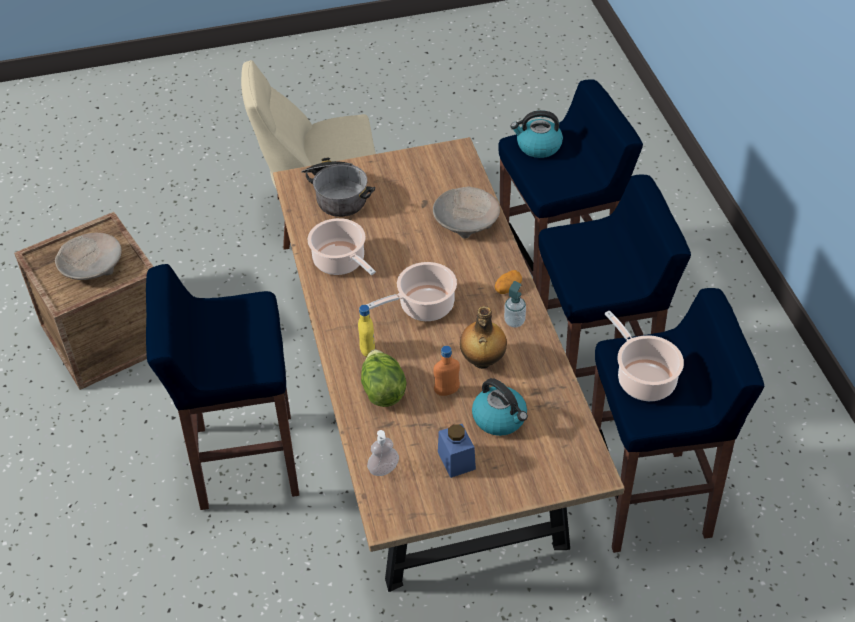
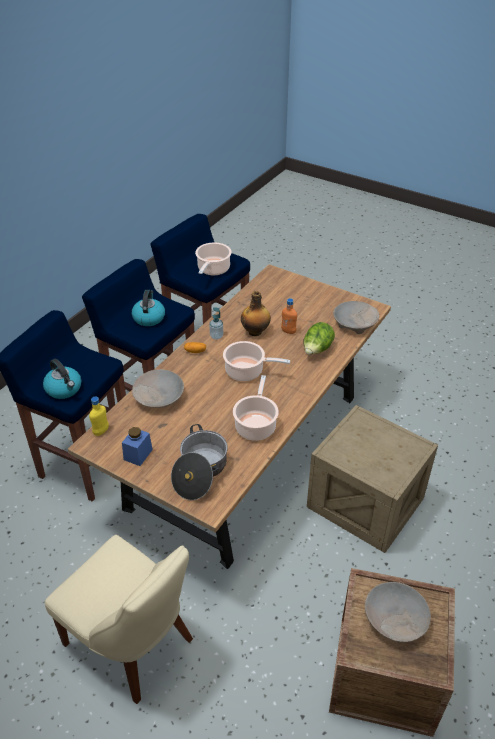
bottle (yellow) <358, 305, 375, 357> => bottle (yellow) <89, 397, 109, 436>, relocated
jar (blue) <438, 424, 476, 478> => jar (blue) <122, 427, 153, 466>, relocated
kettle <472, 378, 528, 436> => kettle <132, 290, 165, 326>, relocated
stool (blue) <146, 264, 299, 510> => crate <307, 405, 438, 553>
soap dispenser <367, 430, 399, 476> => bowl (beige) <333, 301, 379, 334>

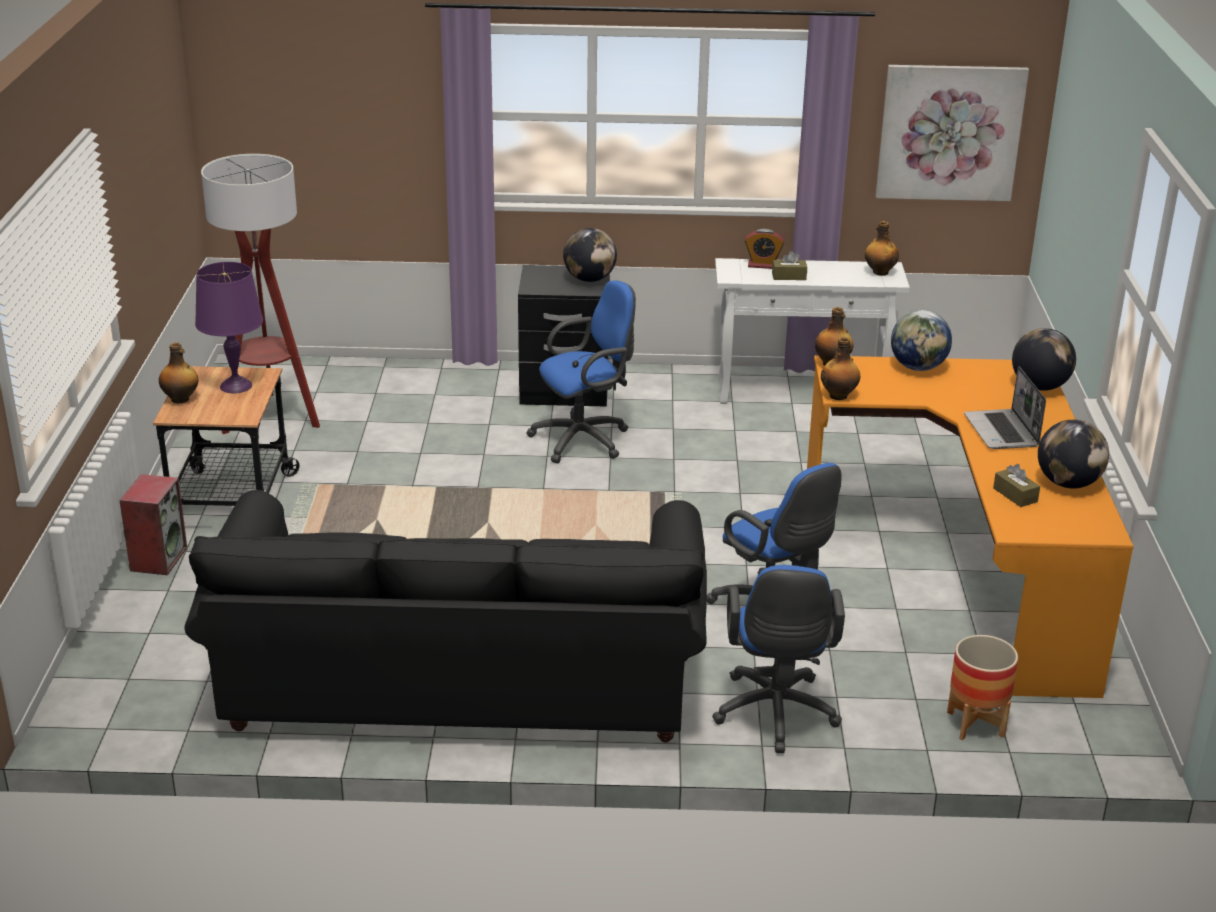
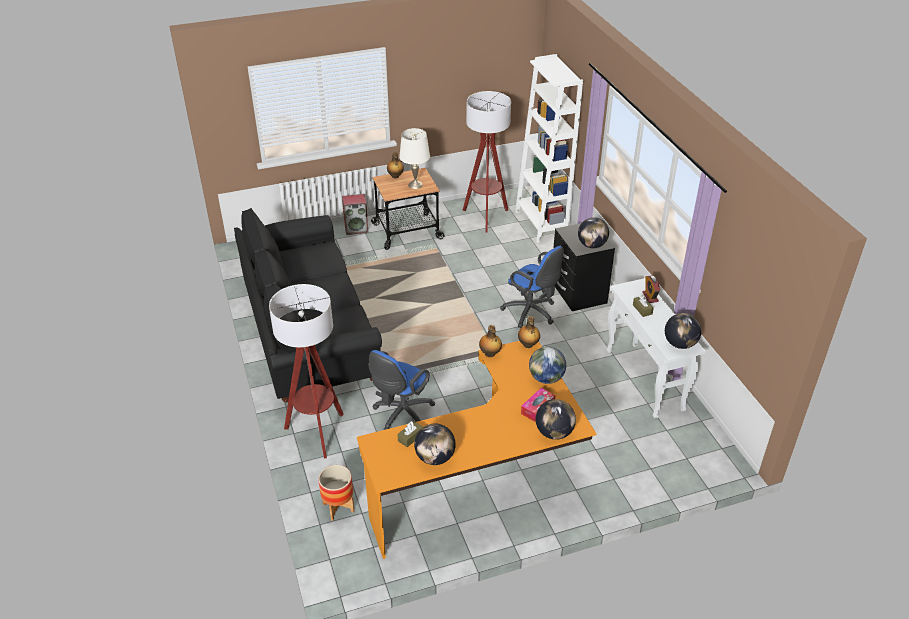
picture <876, 65, 1029, 201> => nothing
laptop <964, 366, 1046, 449> => nothing
nothing => bookcase (white) <515, 54, 583, 243>
nothing => tissue box <521, 388, 556, 422>
office chair (blue) <712, 565, 845, 753> => floor lamp <269, 284, 344, 459>
bottle <865, 221, 899, 276> => globe <665, 313, 702, 349>
table lamp (purple) <195, 262, 263, 393> => table lamp (white) <399, 128, 430, 189>

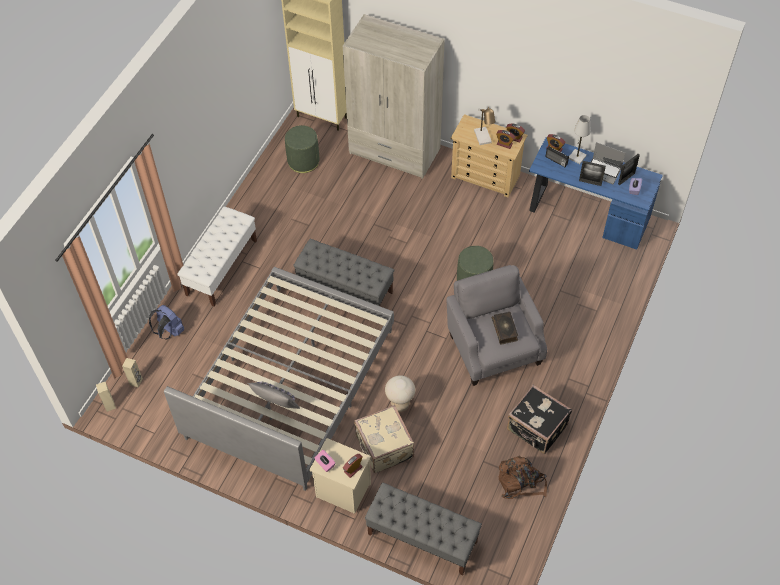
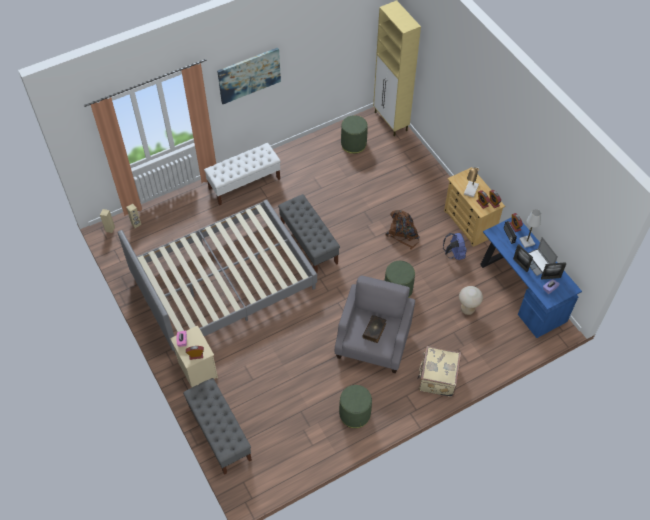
pillow (grey) <247, 381, 300, 409> => nothing
wardrobe (beige) <343, 14, 445, 179> => nothing
nothing => picture <217, 47, 281, 104>
backpack (blue) <149, 305, 184, 339> => backpack (blue) <443, 233, 467, 260>, relocated
suitcase (beige) <354, 405, 414, 473> => suitcase (beige) <417, 346, 461, 397>, relocated
stool (beige) <385, 375, 416, 412> => stool (beige) <459, 286, 483, 315>, relocated
backpack (brown) <499, 456, 547, 499> => backpack (brown) <385, 210, 420, 250>, relocated
suitcase (black) <507, 385, 572, 454> => ottoman (green) <339, 385, 372, 428>

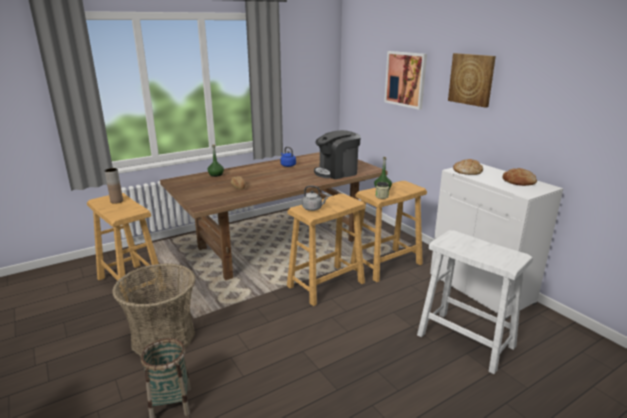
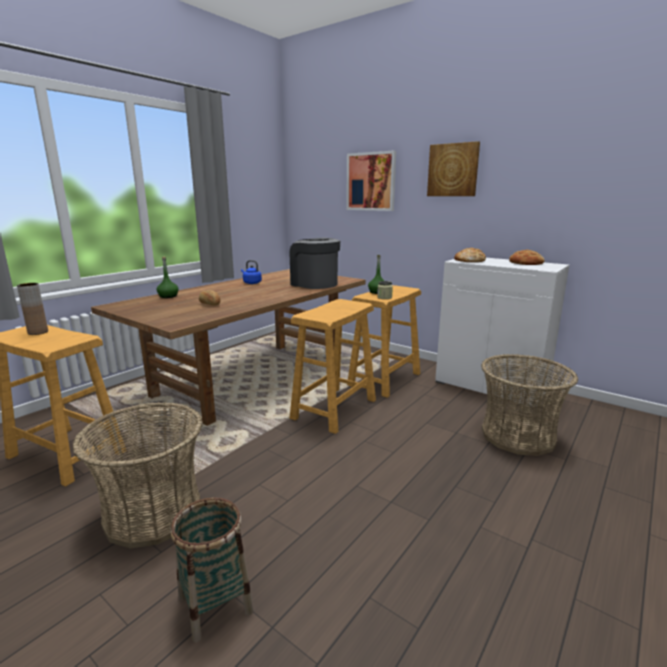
kettle (grey) <302, 186, 328, 211> => nothing
stool (white) <417, 230, 533, 374> => basket <481, 354, 578, 456>
coffee machine <314, 130, 361, 179> => coffee machine <289, 238, 340, 289>, 90 degrees clockwise

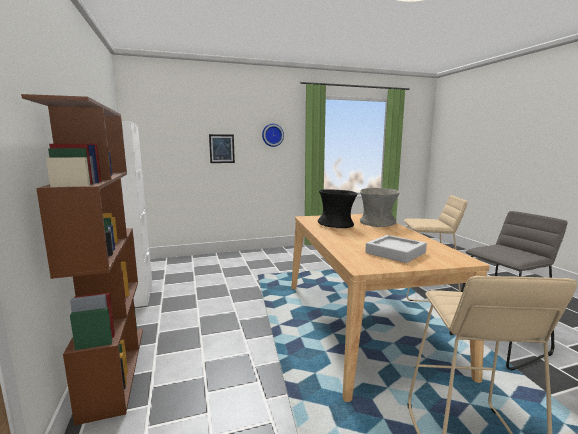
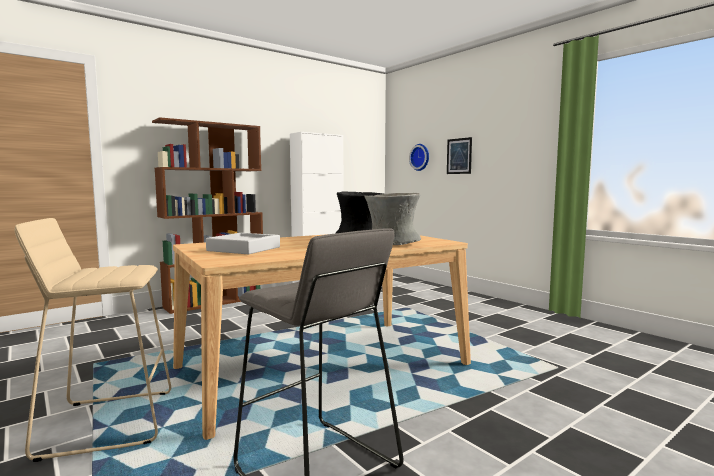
stool (beige) <404, 195, 467, 302> => nothing
wall clock <262, 124, 284, 147> => wall clock <409, 144, 429, 171>, relocated

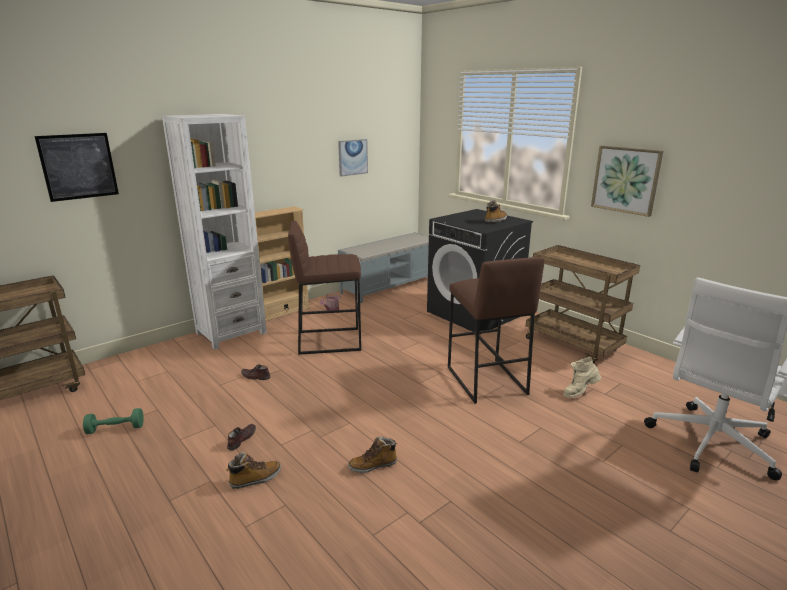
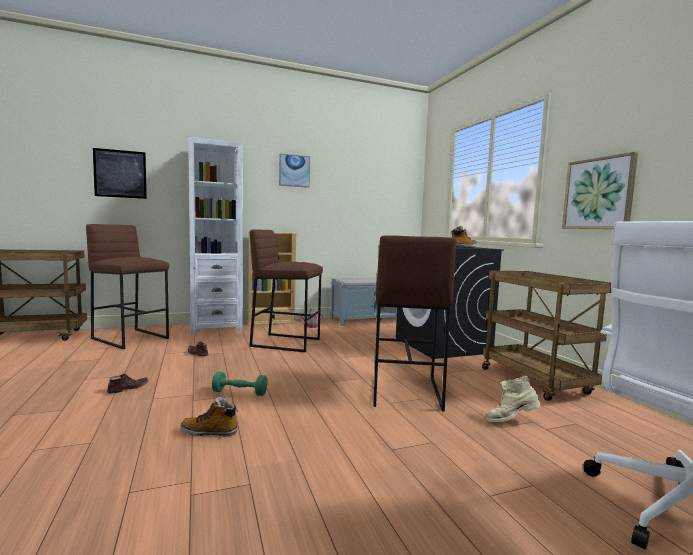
boot <226, 452, 281, 489> => nothing
nothing => stool (brown) <86, 224, 169, 349>
dumbbell (green) <83, 408, 144, 434> => dumbbell (green) <212, 371, 267, 396>, relocated
picture <338, 139, 368, 177> => picture <279, 154, 310, 188>, relocated

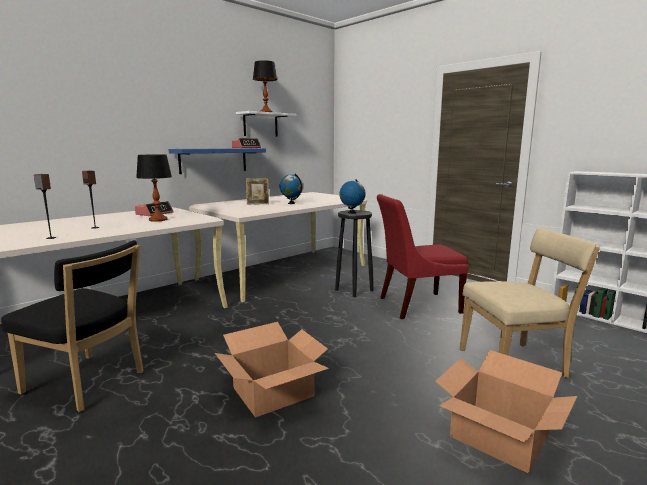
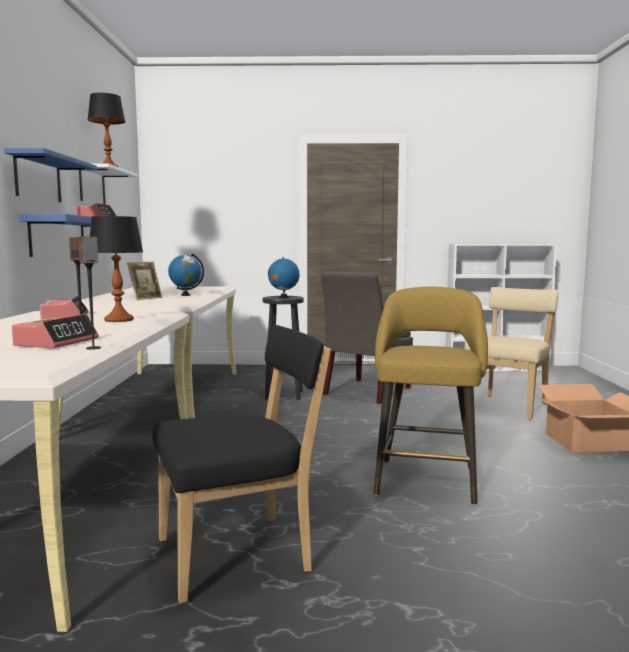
nothing => shelf (blue) <4, 148, 97, 202>
nothing => alarm clock <12, 314, 99, 348>
cardboard box <215, 322, 329, 417> => stool (yellow) <374, 286, 488, 505>
chair (red) <377, 194, 469, 319> => chair (grey) <321, 271, 413, 404>

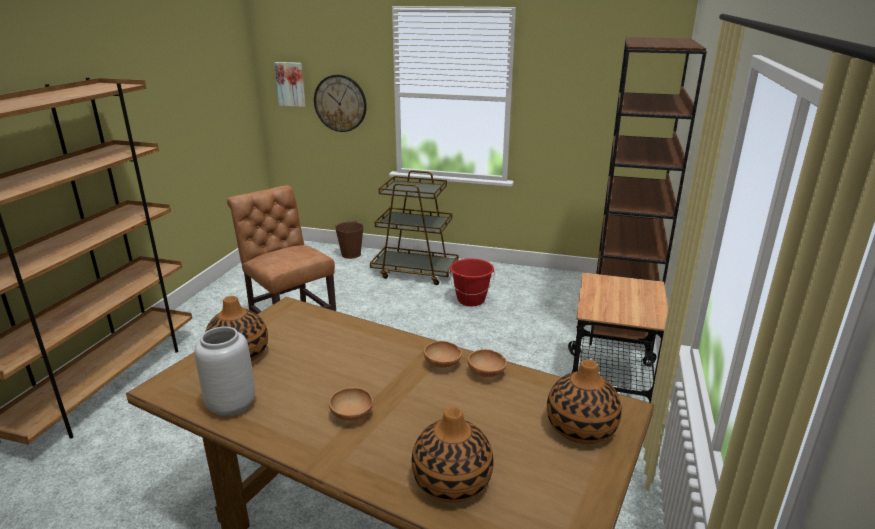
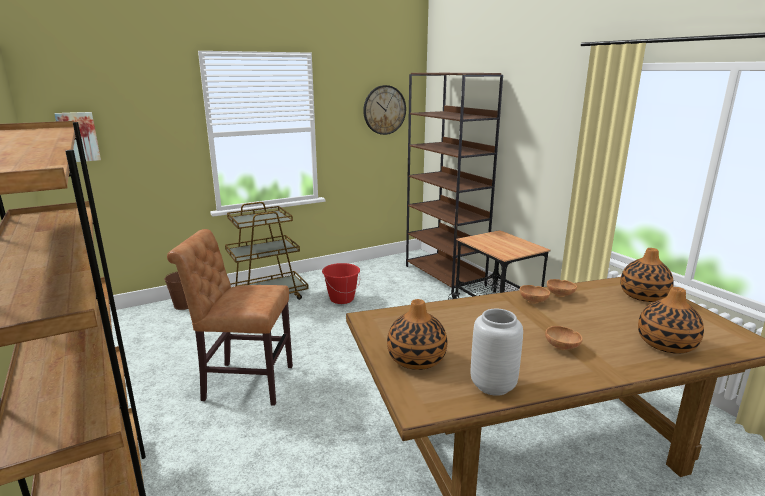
wall clock <314, 75, 367, 132> => wall clock <363, 85, 406, 135>, relocated

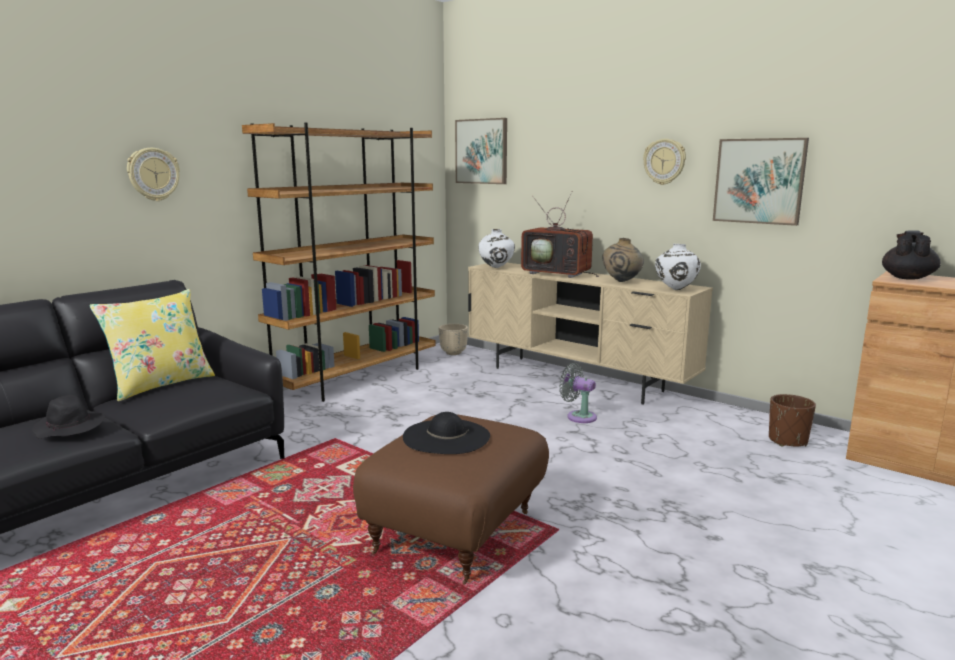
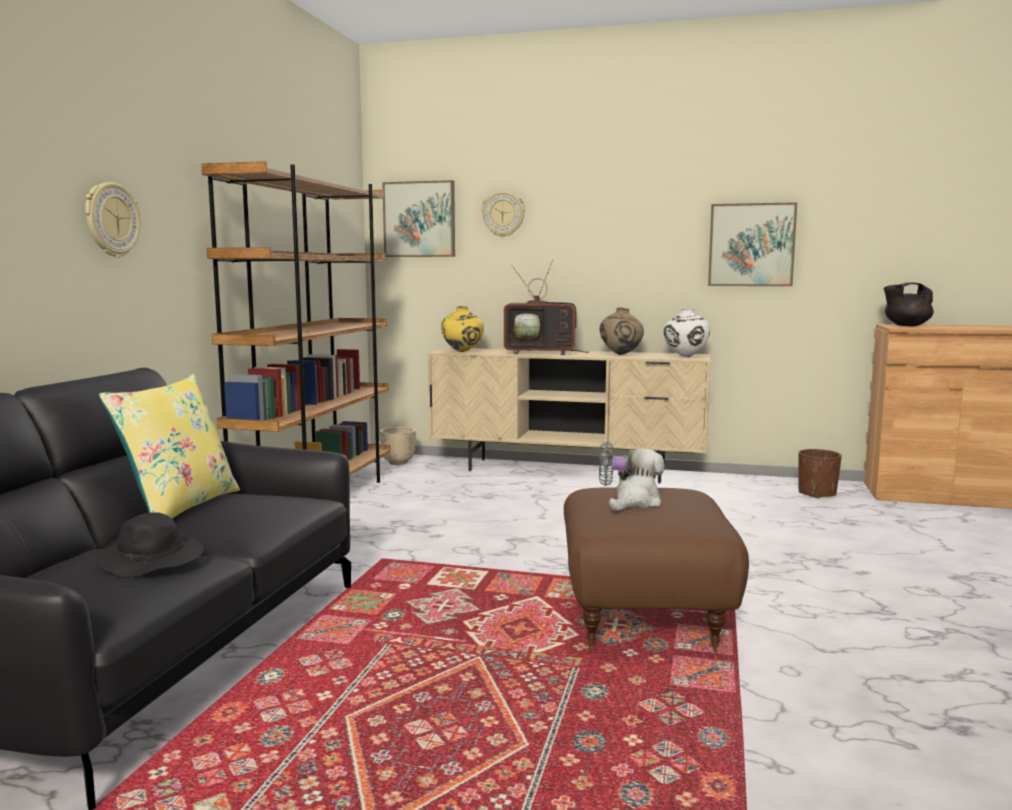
wall clock <643, 139, 686, 185> => wall clock <482, 191, 525, 237>, relocated
hat (black) <403, 412, 490, 454> => plush toy <609, 448, 664, 510>
vase (white) <479, 229, 515, 268> => vase (yellow) <441, 306, 484, 352>
teapot (black) <882, 230, 941, 280> => teapot (black) <884, 282, 934, 326>, 90 degrees counterclockwise

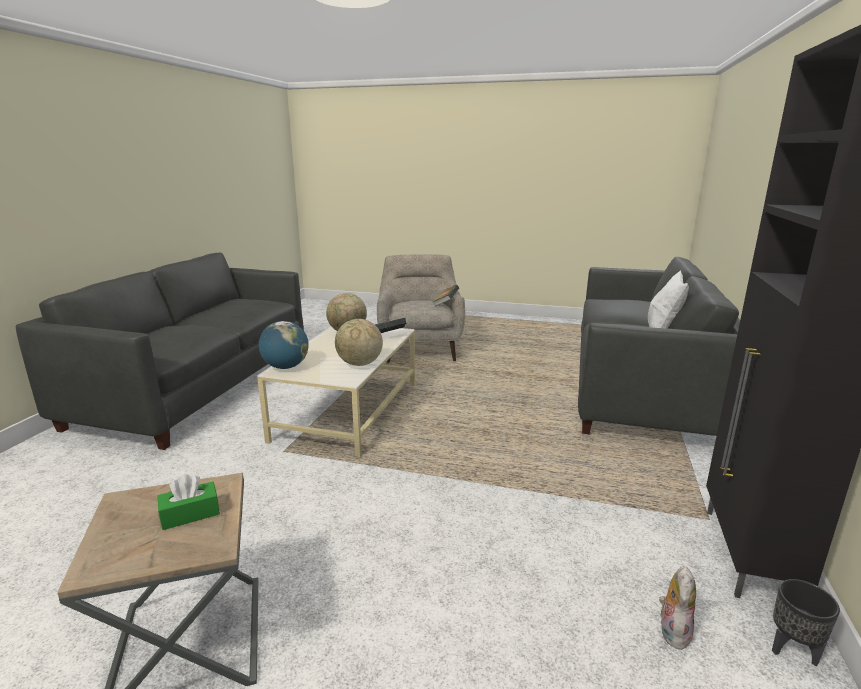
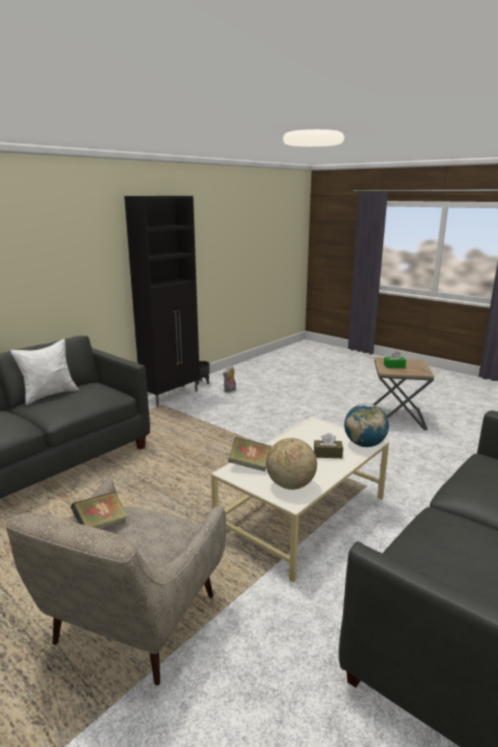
globe <335, 319, 383, 366> => nothing
nothing => tissue box (brown) <314, 433, 343, 458>

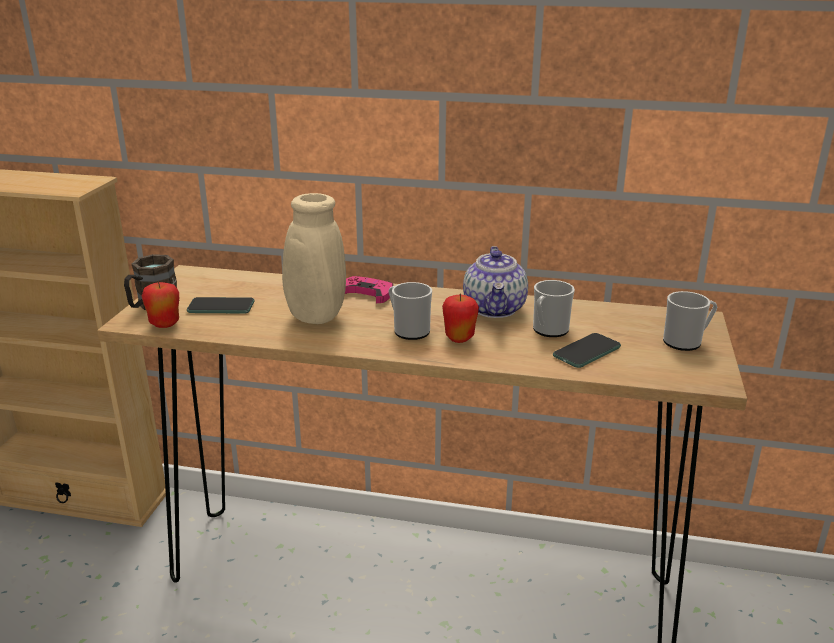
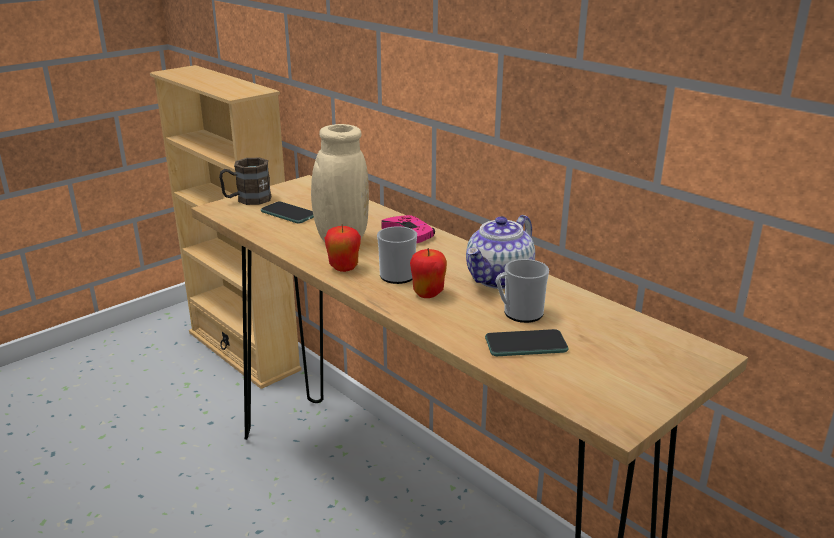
mug <663, 291, 717, 351> => nothing
apple <142, 281, 179, 328> => apple <325, 225, 361, 272>, relocated

